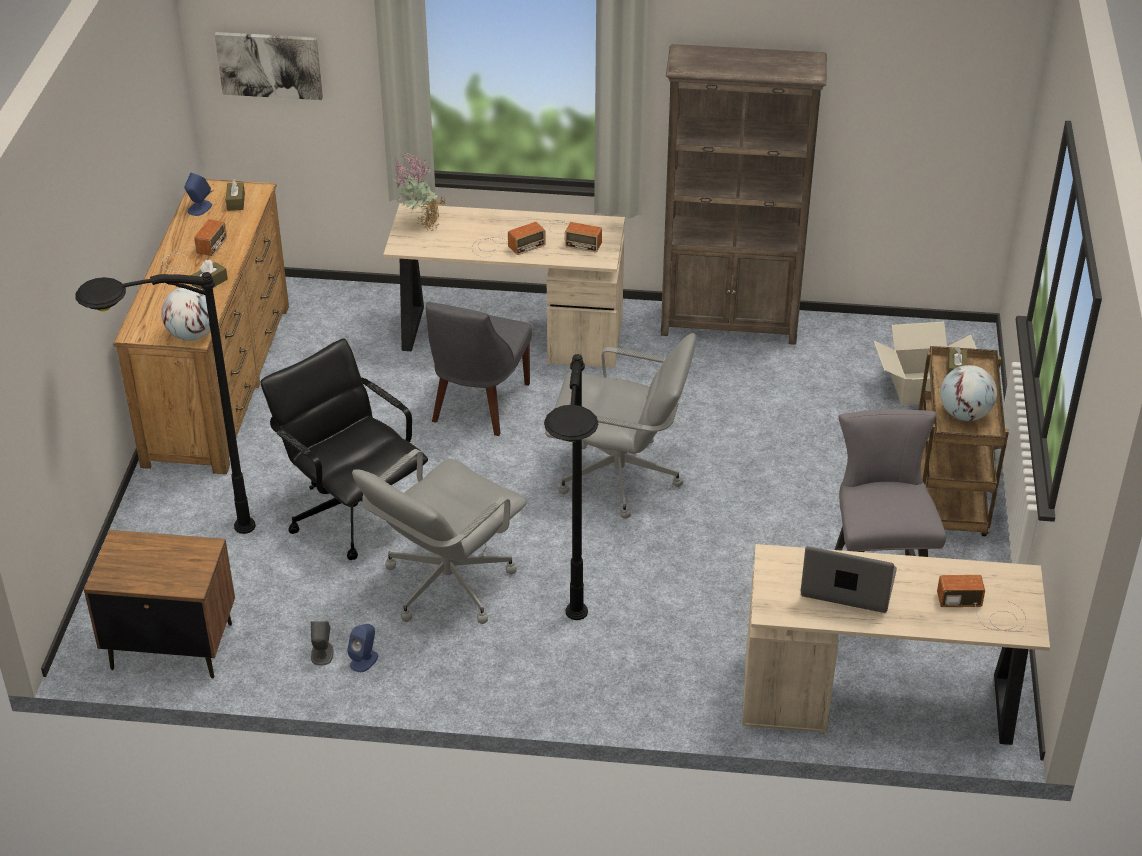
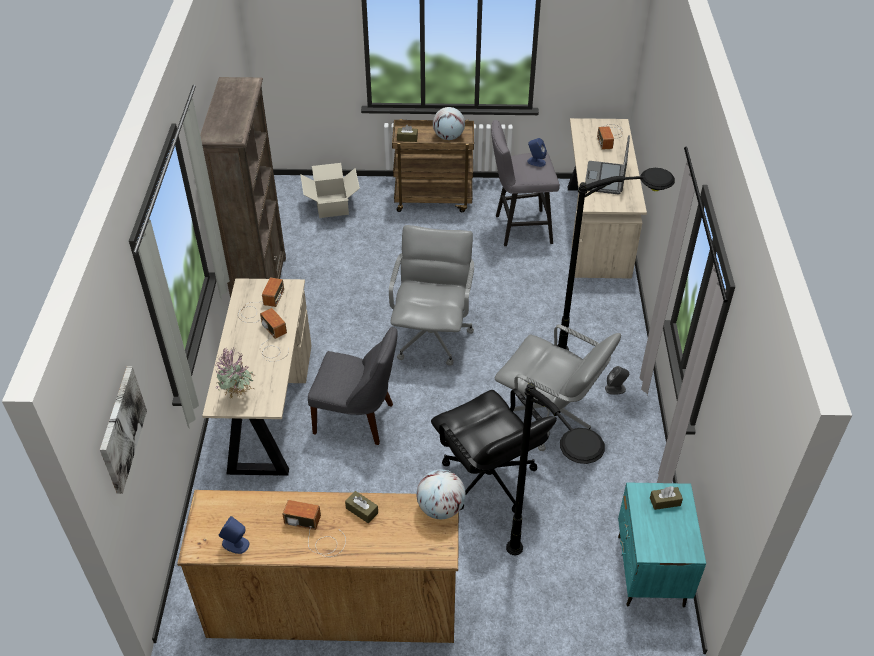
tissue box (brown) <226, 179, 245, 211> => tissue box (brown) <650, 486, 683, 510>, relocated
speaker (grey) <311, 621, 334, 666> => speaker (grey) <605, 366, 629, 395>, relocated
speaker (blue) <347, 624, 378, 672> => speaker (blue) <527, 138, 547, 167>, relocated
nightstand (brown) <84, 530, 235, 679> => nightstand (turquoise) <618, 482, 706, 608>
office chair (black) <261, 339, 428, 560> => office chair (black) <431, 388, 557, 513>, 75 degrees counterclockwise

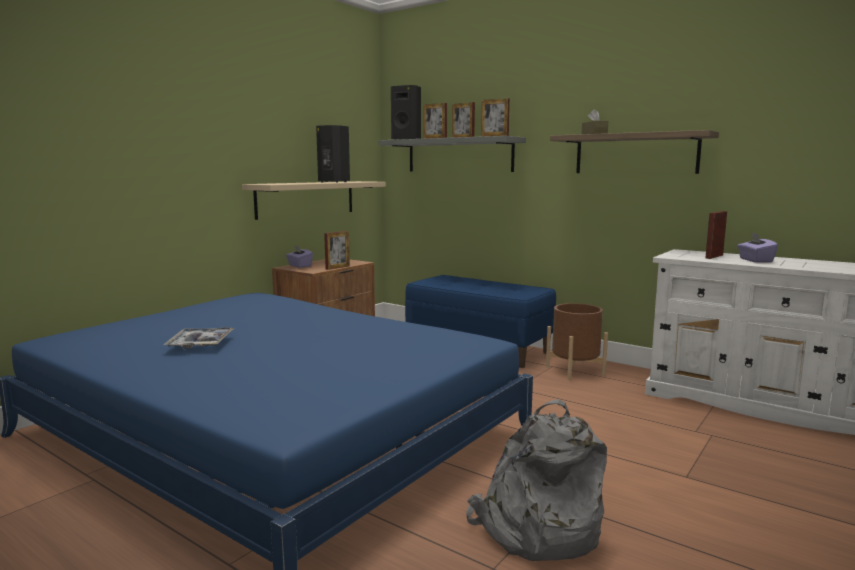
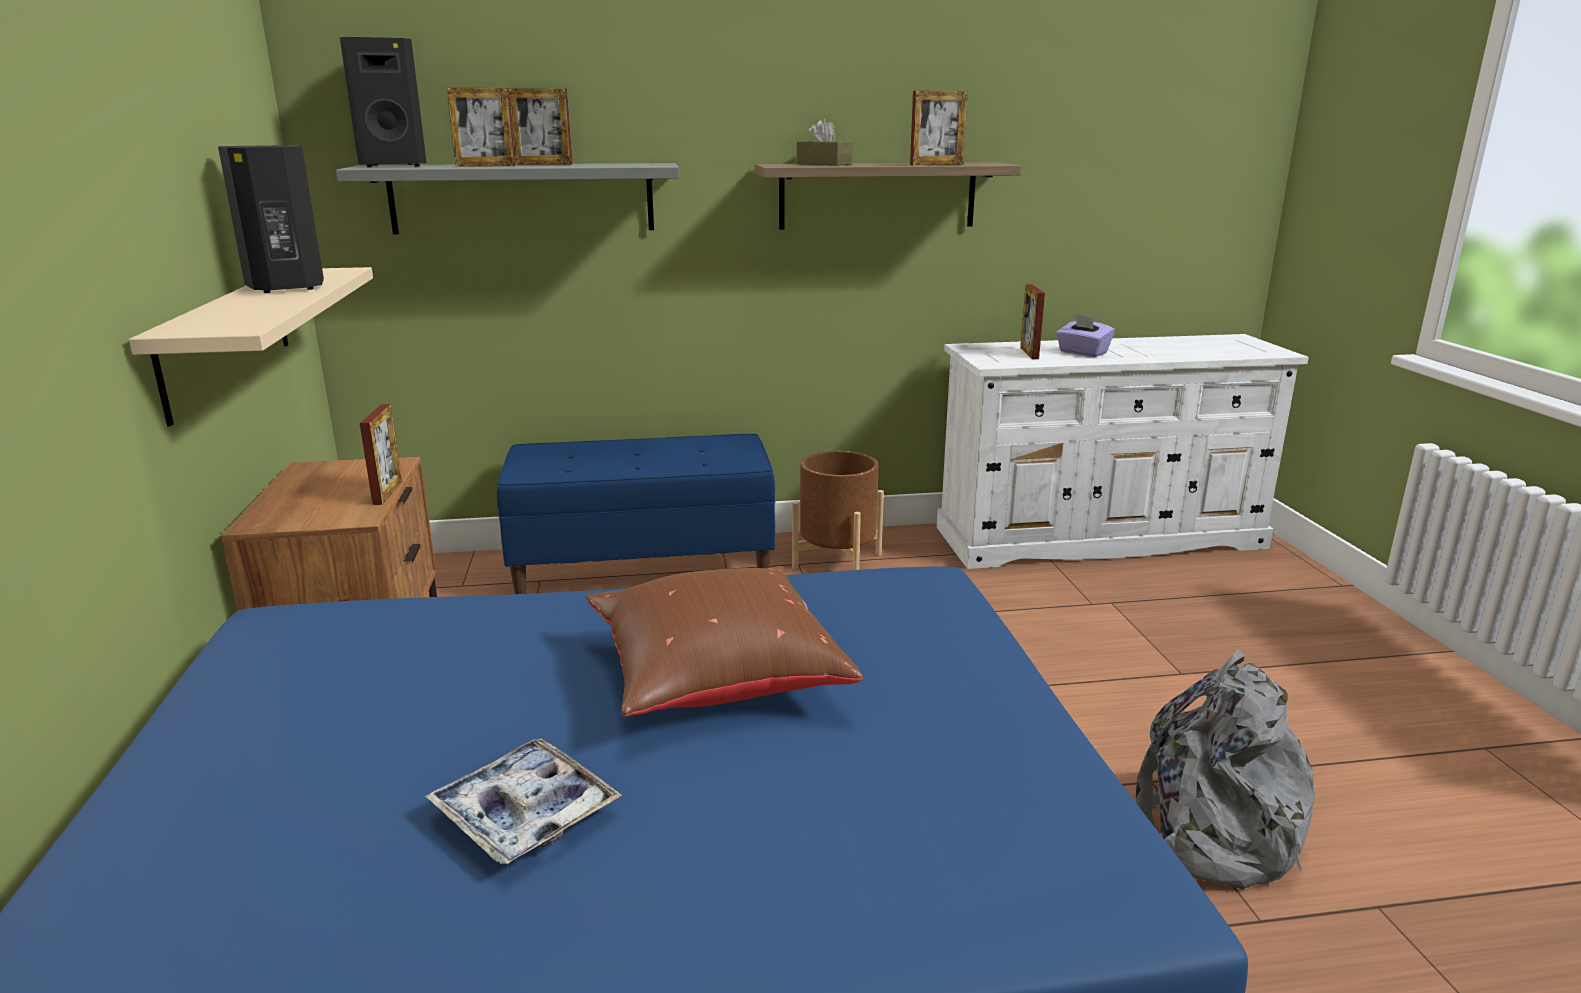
tissue box (purple) <286, 245, 313, 268> => nothing
nothing => pillow (brown) <586, 566, 863, 716>
picture frame <481, 98, 510, 137> => picture frame <910, 91, 968, 165>, relocated

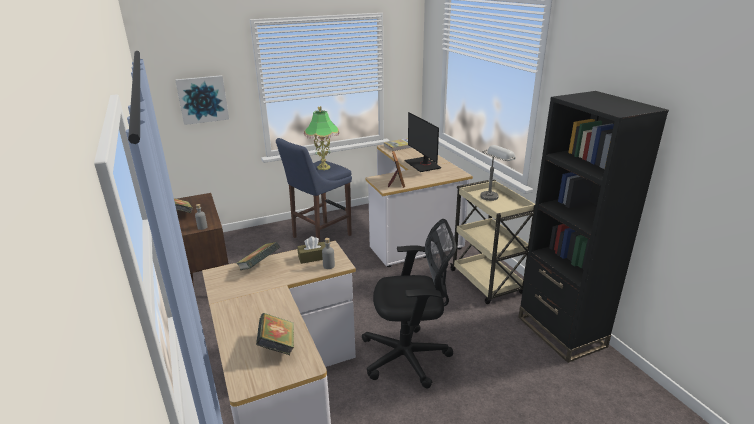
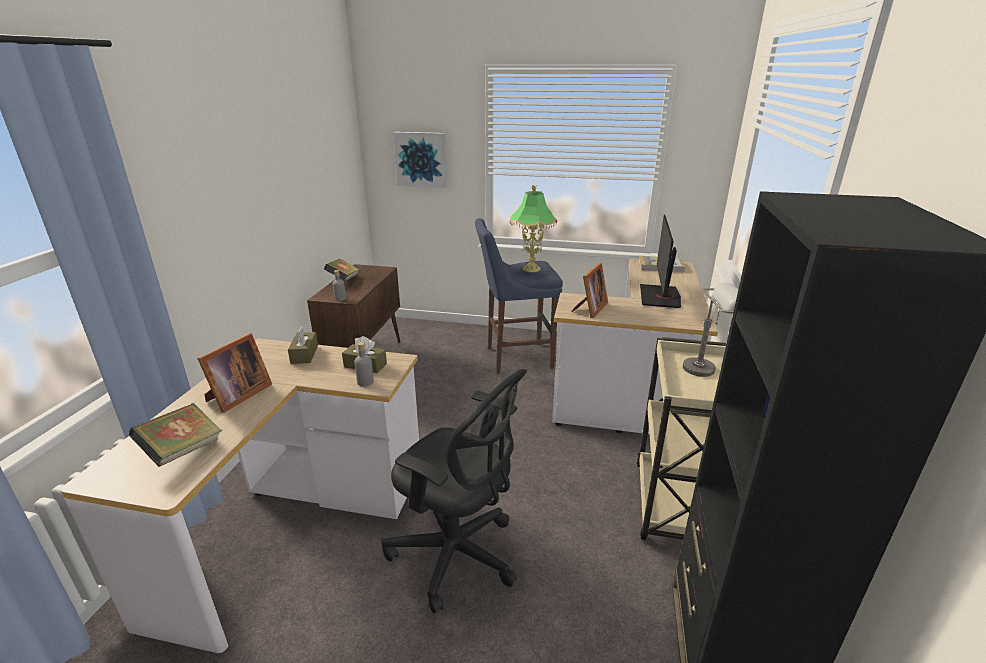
nothing => picture frame <197, 333, 272, 413>
book <236, 242, 280, 270> => tissue box (brown) <288, 326, 318, 364>

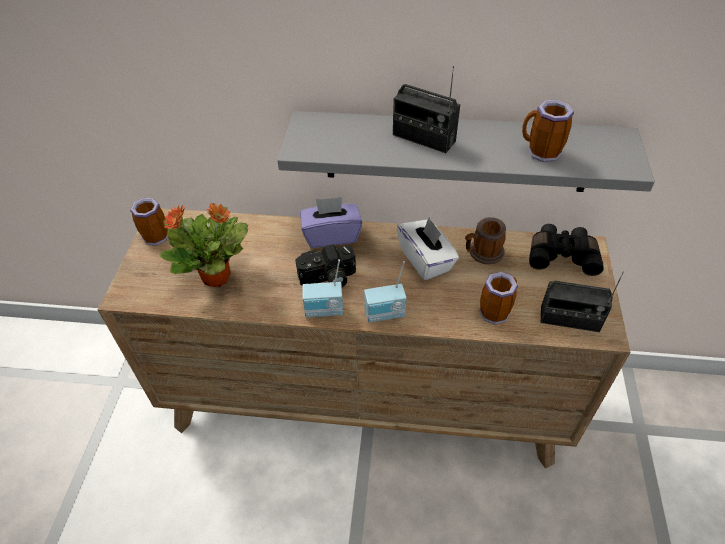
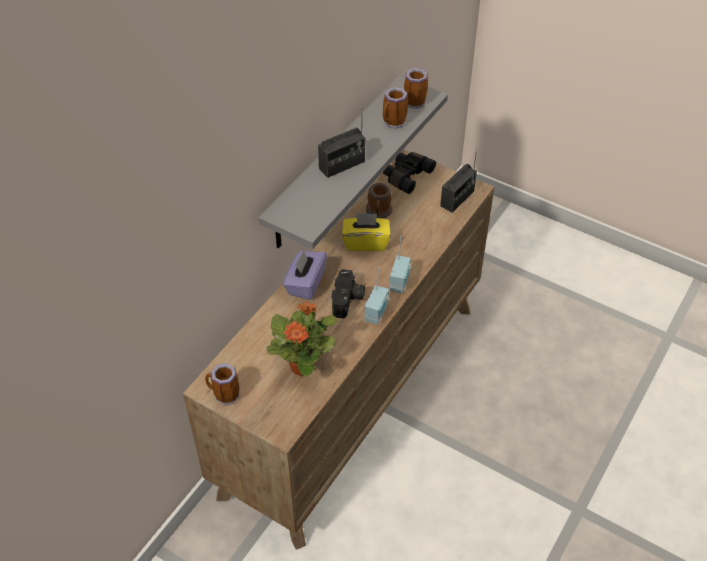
mug <479, 272, 518, 325> => mug <404, 68, 428, 109>, relocated
tissue box (white) <397, 217, 459, 280> => tissue box (yellow) <342, 213, 391, 251>

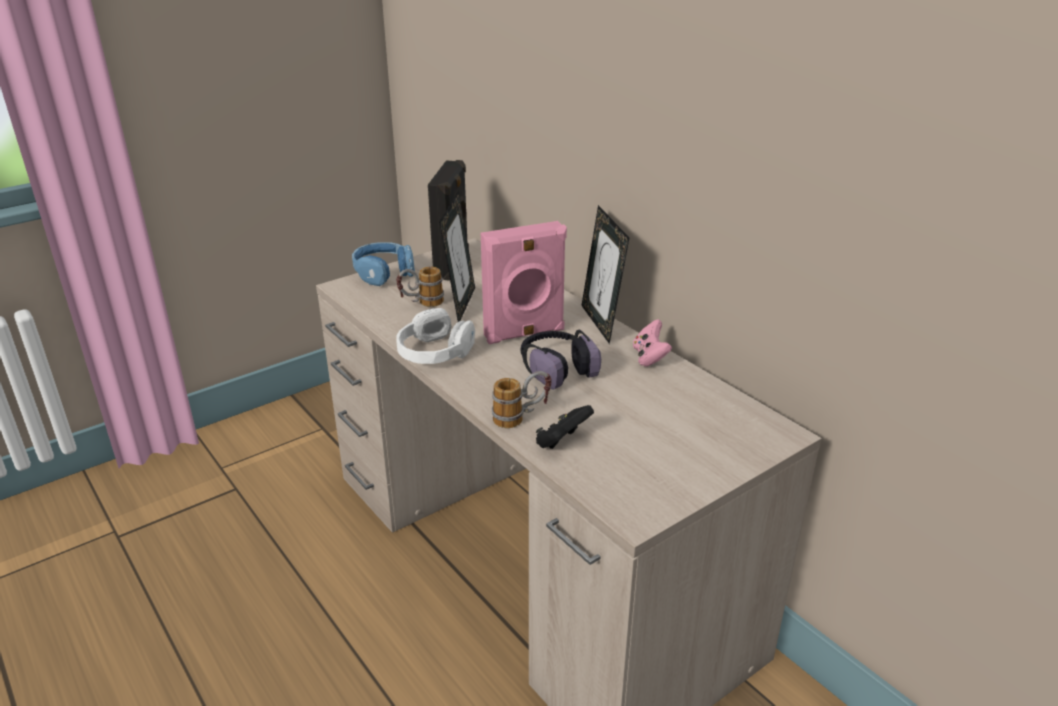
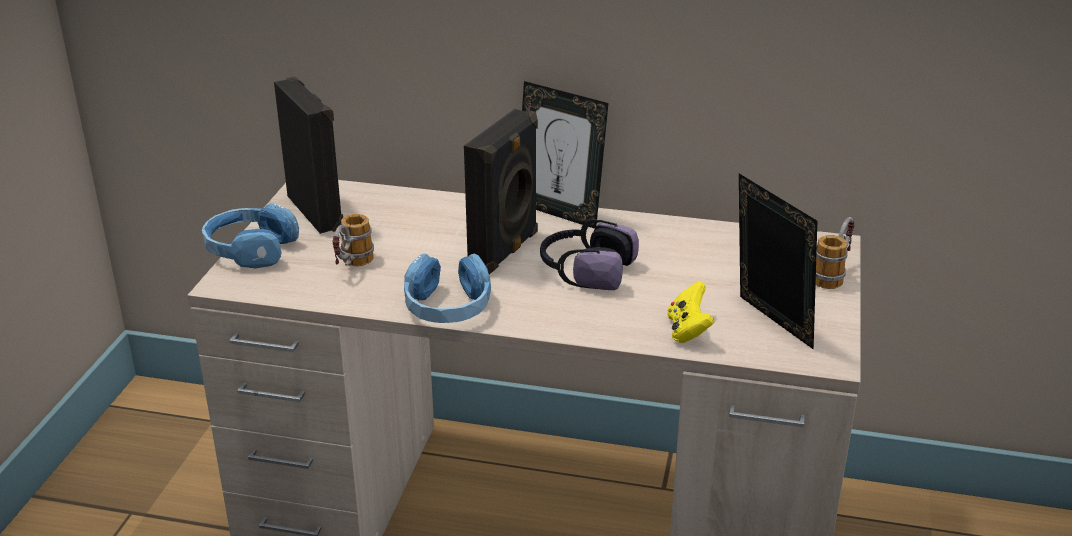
game controller (pink) <633, 319, 672, 367> => nothing
picture frame <439, 191, 475, 322> => picture frame <739, 174, 817, 349>, relocated
mug <492, 371, 551, 428> => mug <816, 217, 855, 289>, relocated
headphones (white) <396, 308, 475, 364> => headphones (blue) <404, 254, 491, 323>
speaker (pink) <481, 221, 567, 344> => speaker (black) <464, 109, 538, 274>
game controller (black) <536, 405, 594, 449> => game controller (yellow) <668, 282, 715, 343>

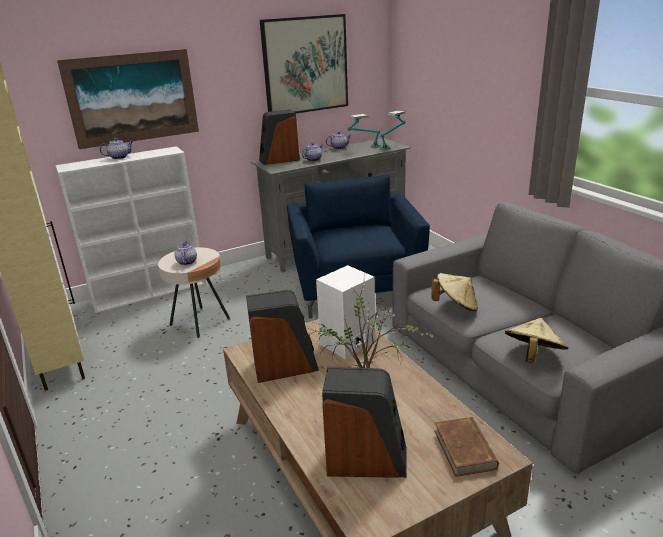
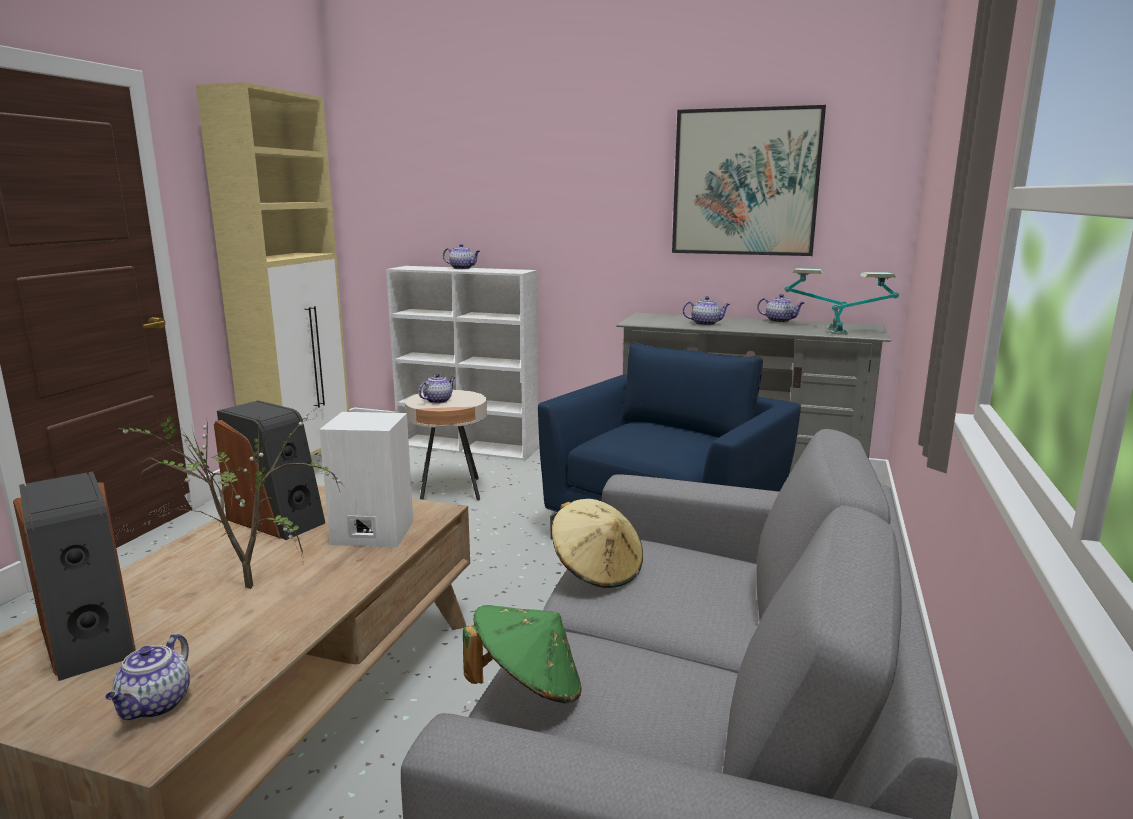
picture <57, 49, 199, 149> => nothing
speaker <259, 110, 300, 165> => nothing
book (brown) <434, 417, 499, 477> => teapot <105, 634, 190, 720>
hat (beige) <505, 317, 568, 363> => hat (green) <463, 605, 581, 704>

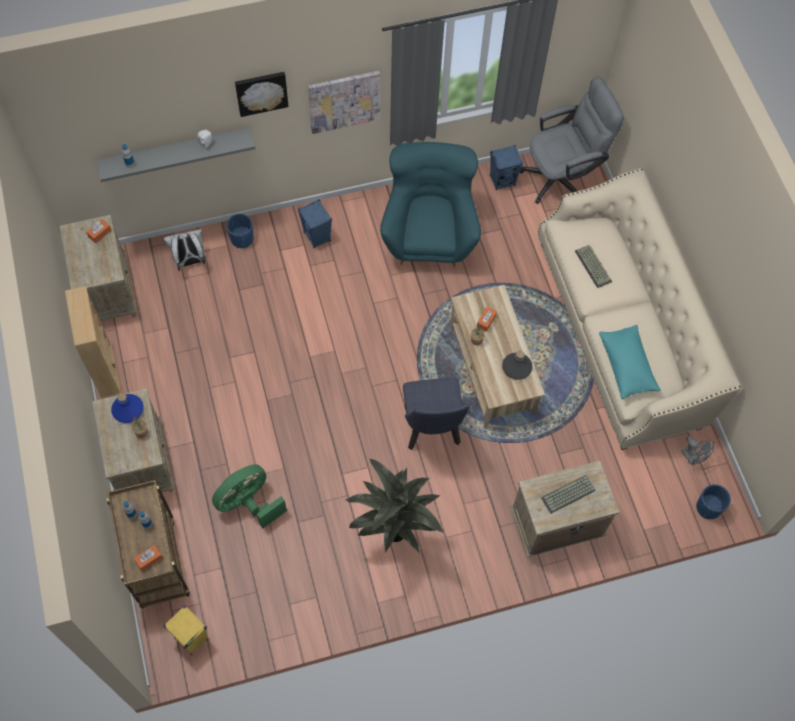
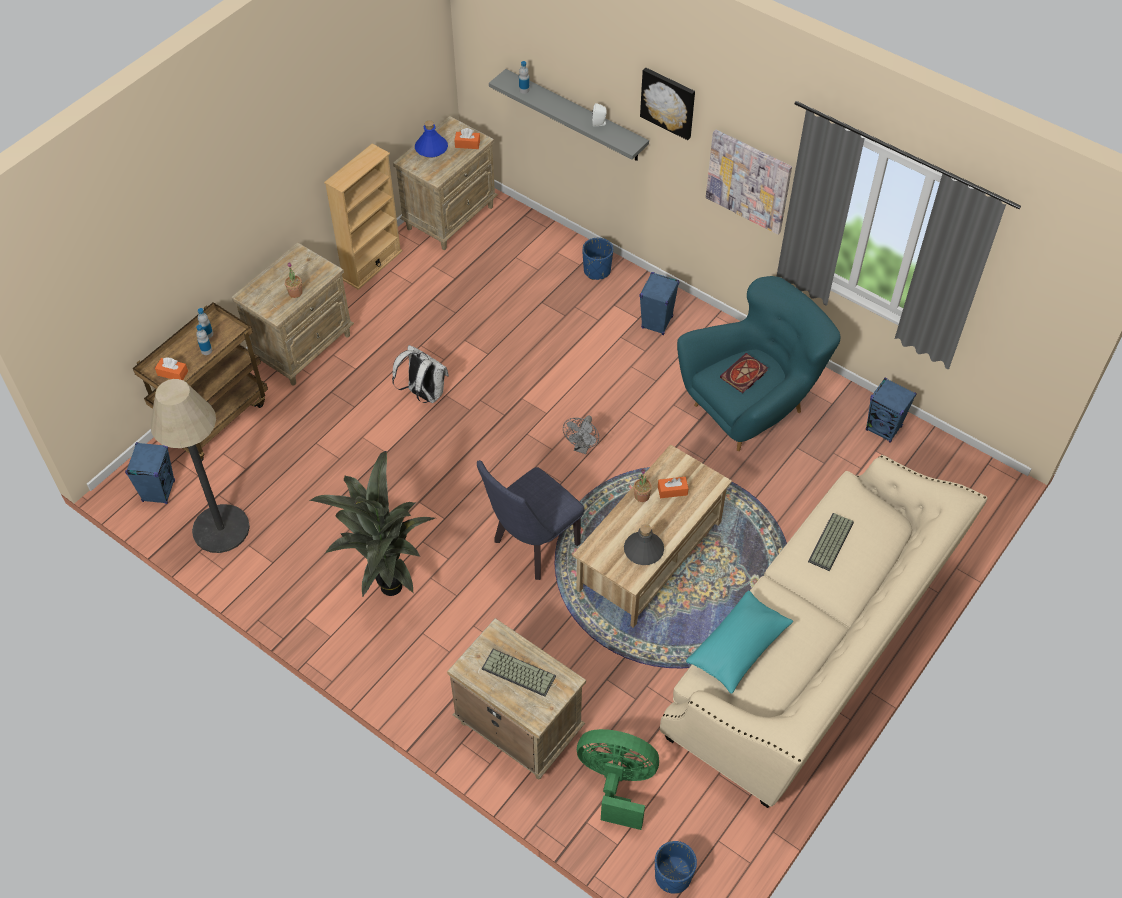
office chair (grey) <520, 77, 624, 204> => nothing
nothing => floor lamp <150, 379, 250, 553>
nothing => book <720, 353, 768, 393>
bottle (blue) <111, 393, 144, 423> => bottle (blue) <415, 120, 448, 158>, relocated
backpack (white) <164, 229, 205, 271> => backpack (white) <392, 345, 449, 403>, relocated
fan (green) <212, 464, 287, 528> => fan (green) <577, 729, 659, 830>, relocated
fan (grey) <681, 436, 714, 465> => fan (grey) <563, 415, 599, 454>, relocated
speaker (yellow) <163, 605, 208, 655> => speaker (blue) <125, 442, 175, 504>

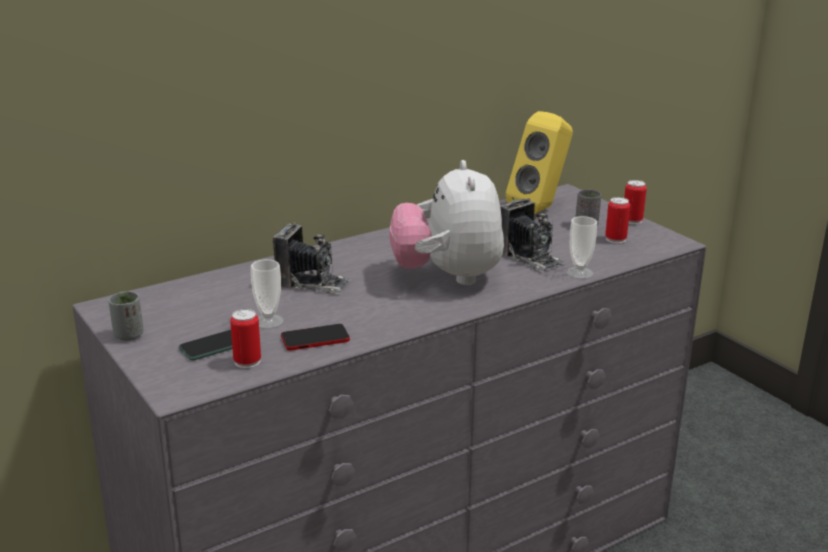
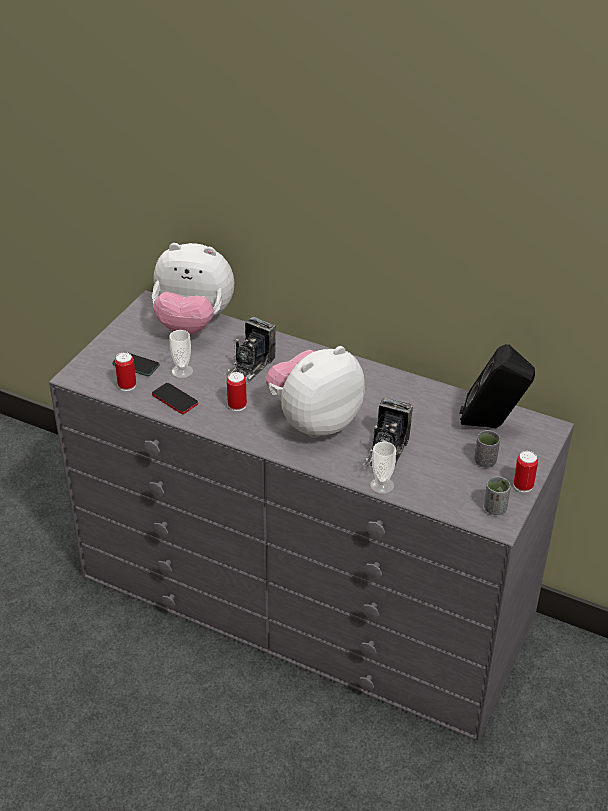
nothing => plush toy <152, 243, 234, 335>
cup (grey) <108, 291, 144, 341> => cup (grey) <484, 477, 511, 515>, relocated
can <605, 197, 630, 244> => can <227, 372, 247, 411>, relocated
speaker (yellow) <506, 111, 573, 214> => speaker (black) <460, 344, 535, 428>
photo camera <273, 222, 351, 294> => photo camera <225, 317, 276, 384>, 45 degrees clockwise

